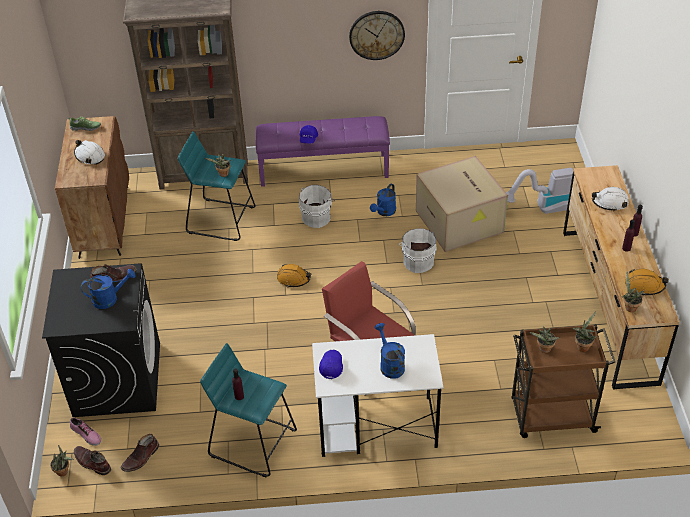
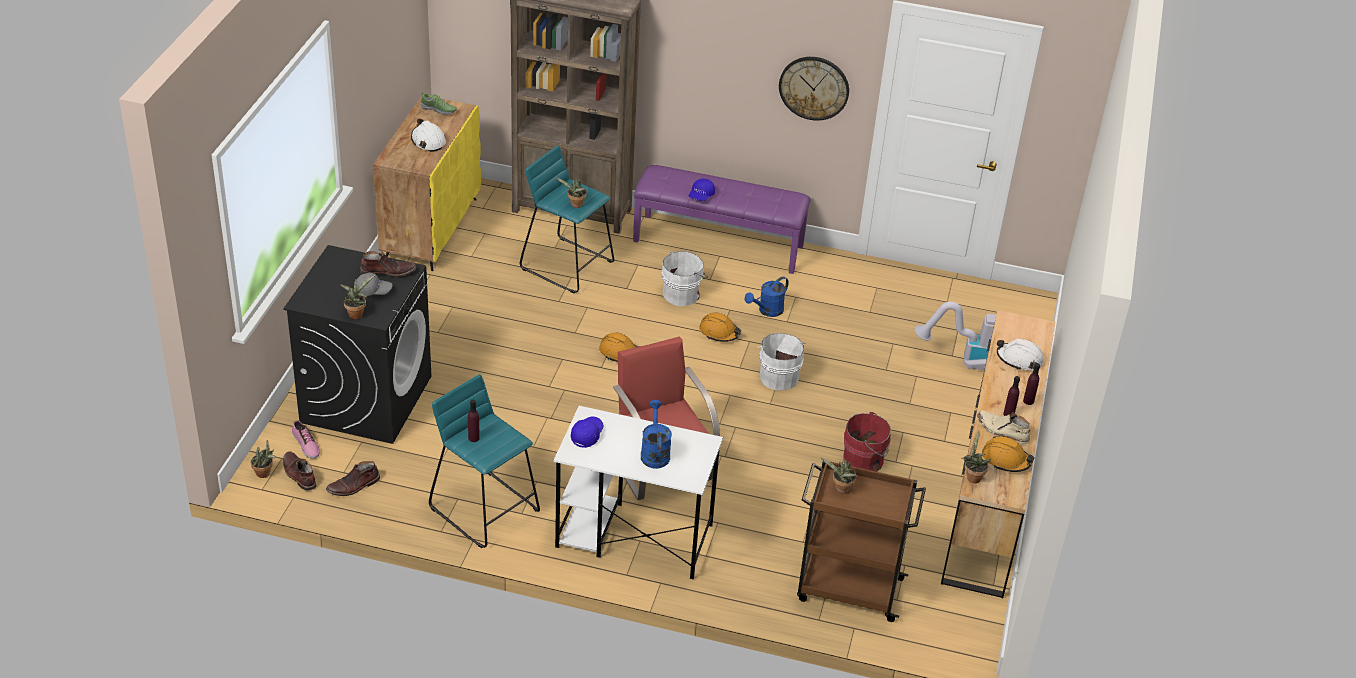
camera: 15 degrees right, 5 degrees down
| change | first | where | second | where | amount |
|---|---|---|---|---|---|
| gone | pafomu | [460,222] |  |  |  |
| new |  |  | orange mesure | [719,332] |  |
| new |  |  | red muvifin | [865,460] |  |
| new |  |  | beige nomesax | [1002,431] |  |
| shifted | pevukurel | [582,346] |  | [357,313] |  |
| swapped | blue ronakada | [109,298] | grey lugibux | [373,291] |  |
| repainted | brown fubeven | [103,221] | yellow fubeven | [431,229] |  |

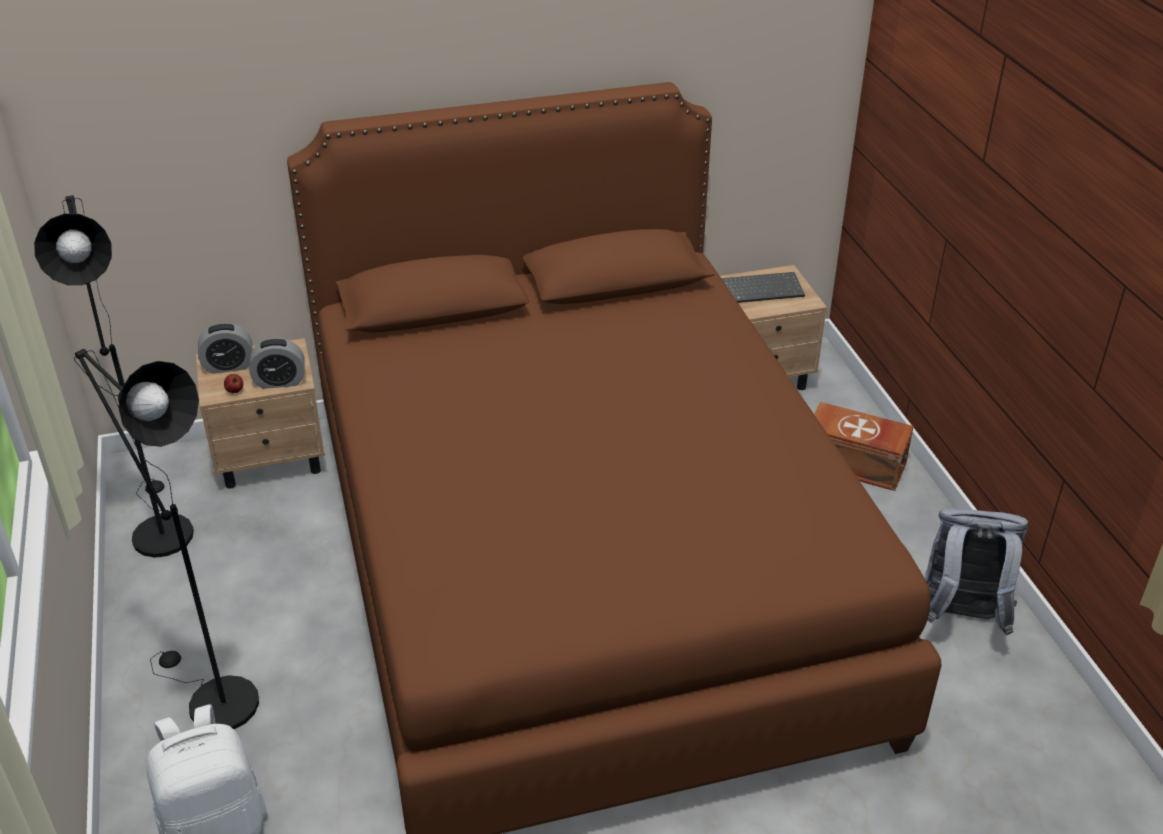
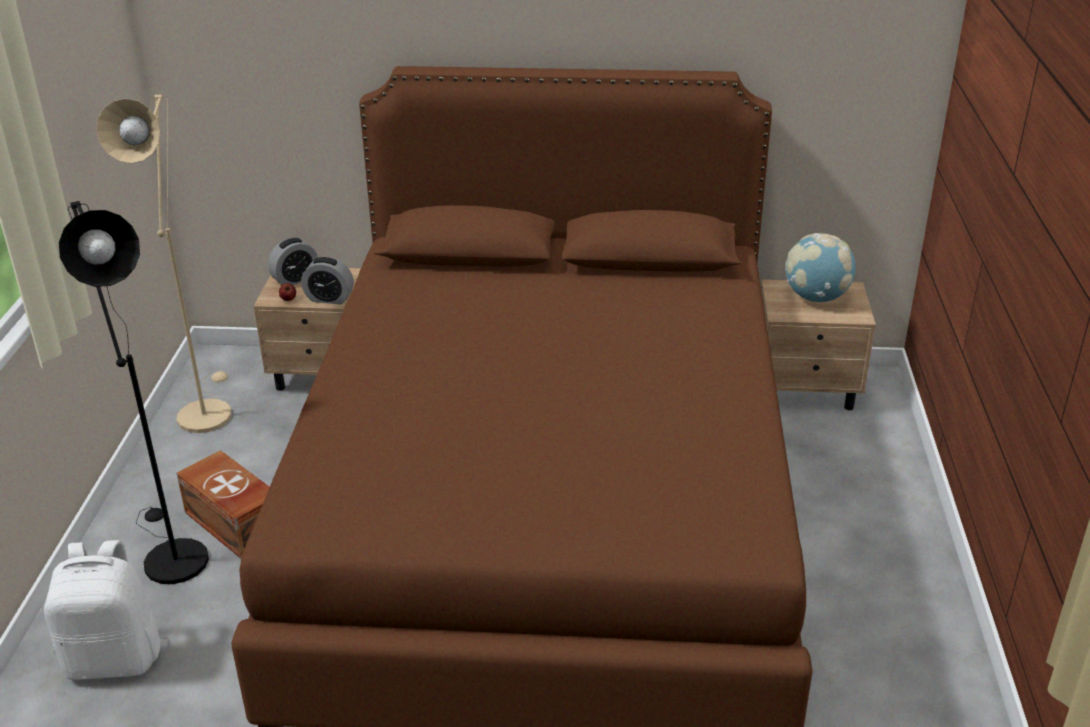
camera: 20 degrees right, 5 degrees down
| change | first | where | second | where | amount |
|---|---|---|---|---|---|
| gone | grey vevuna | [960,617] |  |  |  |
| shifted | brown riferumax | [855,465] |  | [234,525] |  |
| swapped | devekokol | [761,289] | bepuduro | [816,298] |  |
| repainted | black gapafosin | [159,529] | beige gapafosin | [204,410] |  |
| rotated | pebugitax | [228,366] |  | [295,279] | 45 degrees counterclockwise |

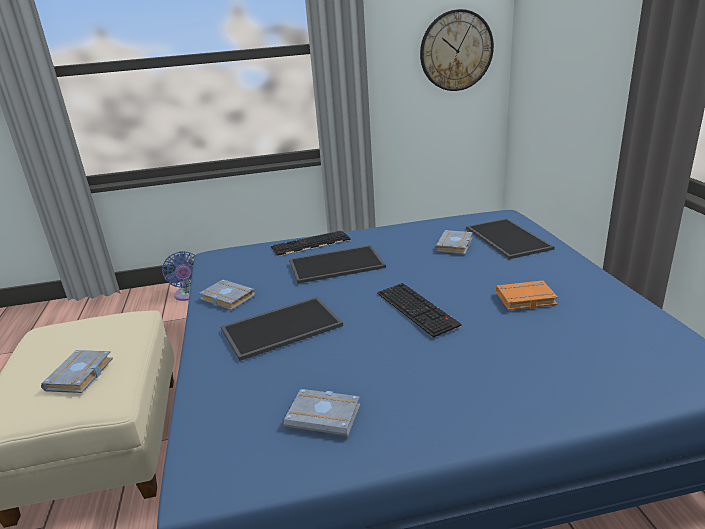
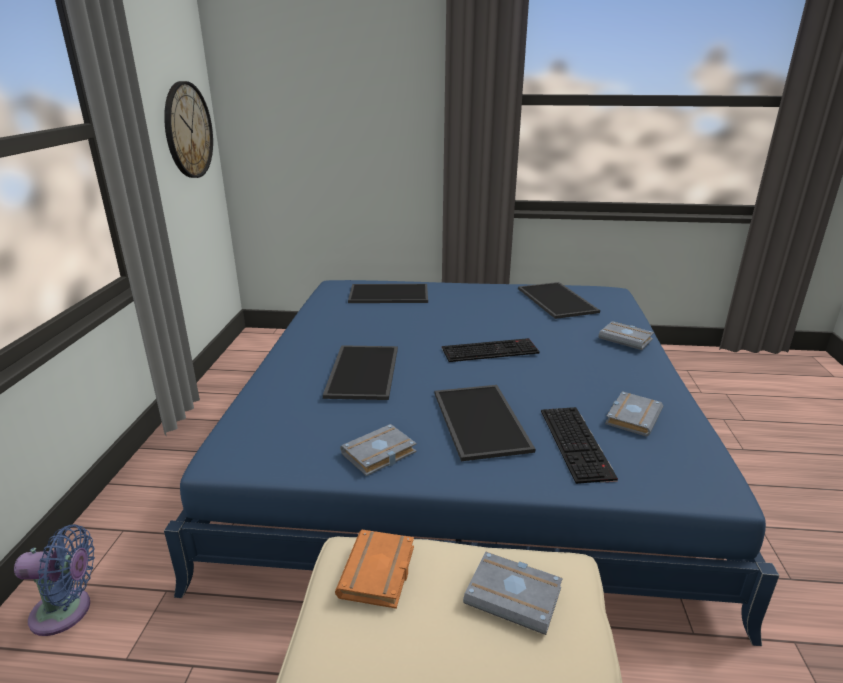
camera: 75 degrees left, 0 degrees up
| change | first | where | second | where | amount |
|---|---|---|---|---|---|
| new |  |  | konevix | [558,300] |  |
| shifted | devekokol | [310,244] |  | [578,444] |  |
| shifted | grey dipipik | [455,246] |  | [626,339] |  |
| shifted | orange dipipik | [525,300] |  | [379,574] |  |

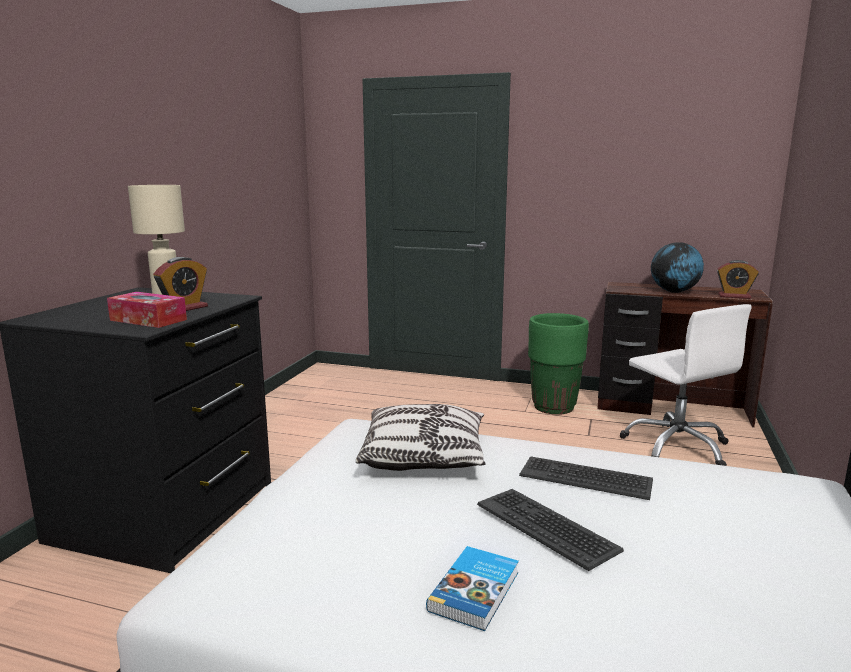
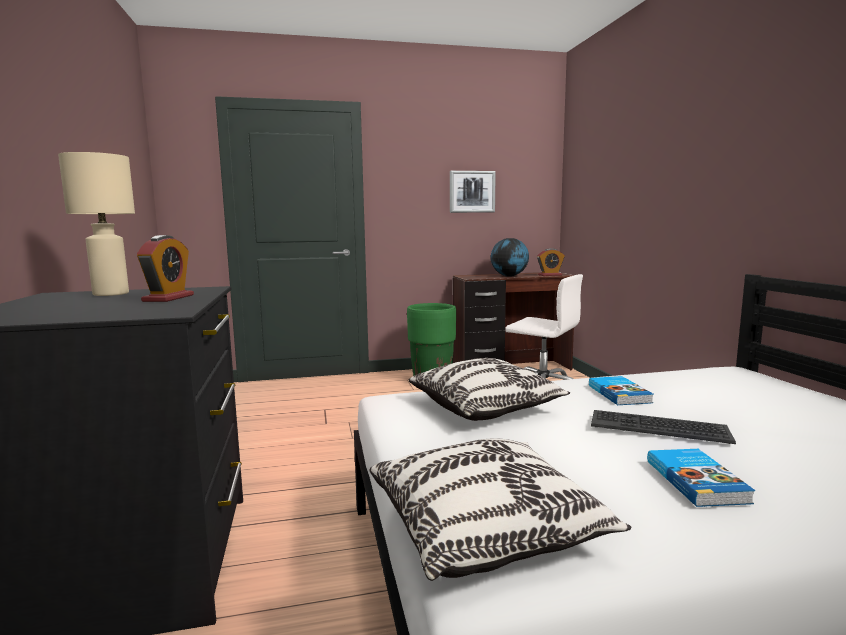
camera: 30 degrees left, 5 degrees down
| change | first | where | second | where | amount |
|---|---|---|---|---|---|
| gone | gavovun | [148,320] |  |  |  |
| new |  |  | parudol | [486,529] |  |
| new |  |  | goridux | [472,192] |  |
| swapped | devekokol | [585,478] | dipipik | [620,394] |  |

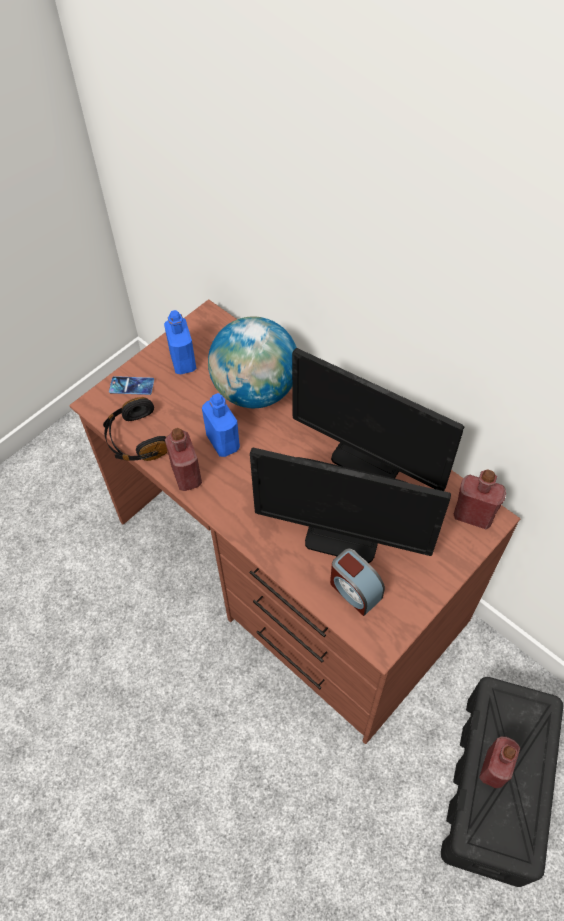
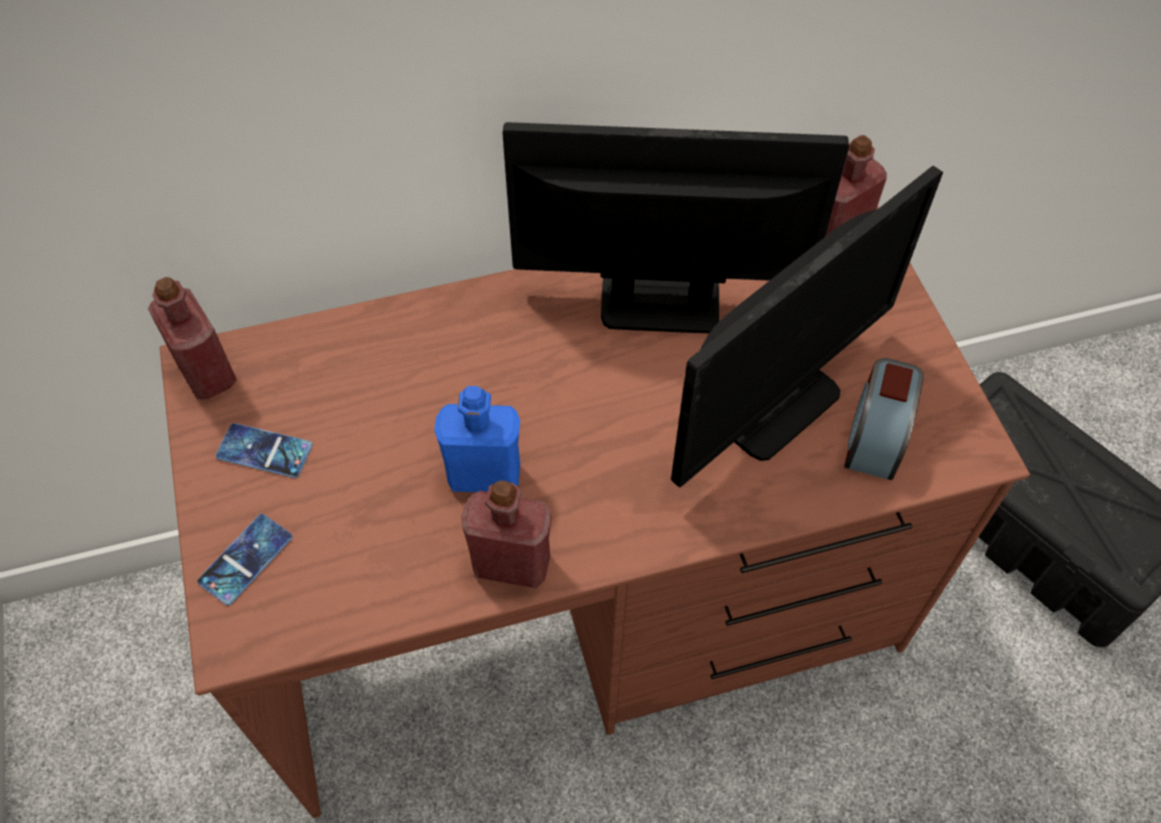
camera: 60 degrees left, 0 degrees up
| change | first | where | second | where | amount |
|---|---|---|---|---|---|
| gone | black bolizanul | [136,440] |  |  |  |
| gone | bepuduro | [255,390] |  |  |  |
| shifted | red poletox | [493,768] |  | [207,373] |  |
| swapped | blue poletox | [183,362] | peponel | [264,451] |  |
| rotated | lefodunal | [368,459] |  | [659,301] | 150 degrees counterclockwise |
| rotated | pebugitax | [354,590] |  | [875,437] | 120 degrees clockwise |

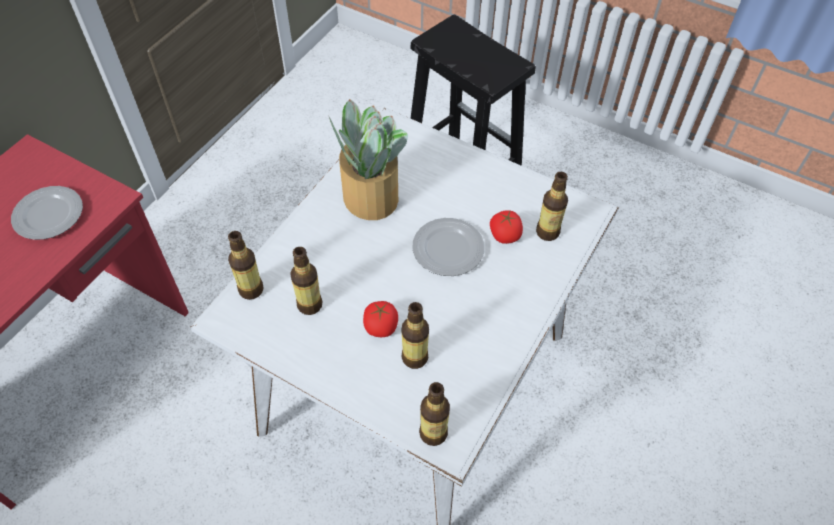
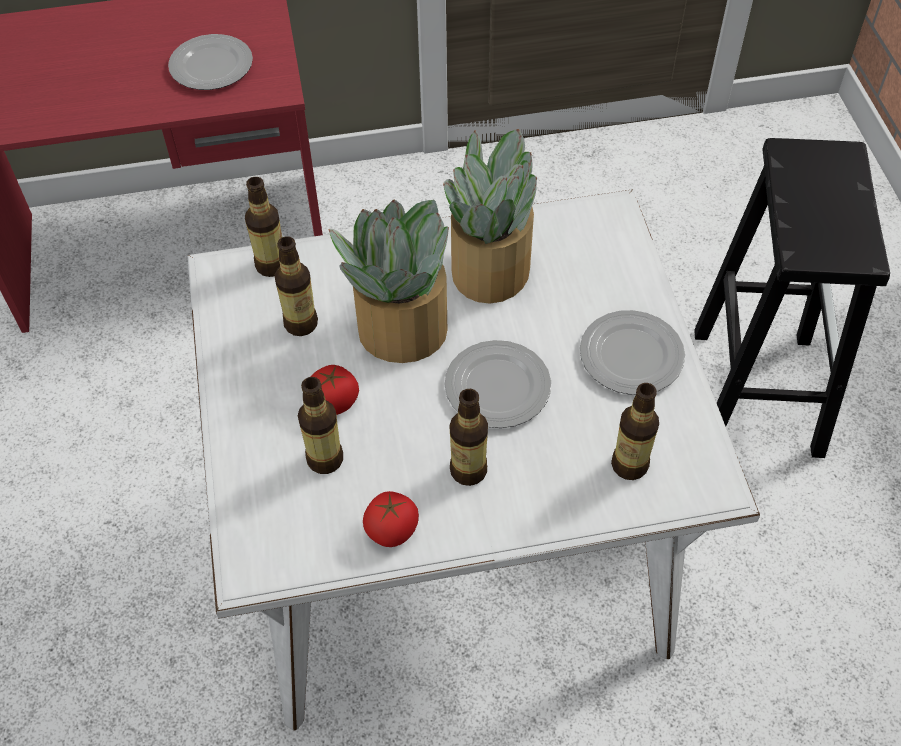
camera: 50 degrees right, 0 degrees up
| change | first | where | second | where | amount |
|---|---|---|---|---|---|
| new |  |  | pevukurel | [400,329] |  |
| new |  |  | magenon | [630,355] |  |
| shifted | poletox | [433,433] |  | [468,470] |  |
| shifted | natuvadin | [505,236] |  | [391,530] |  |

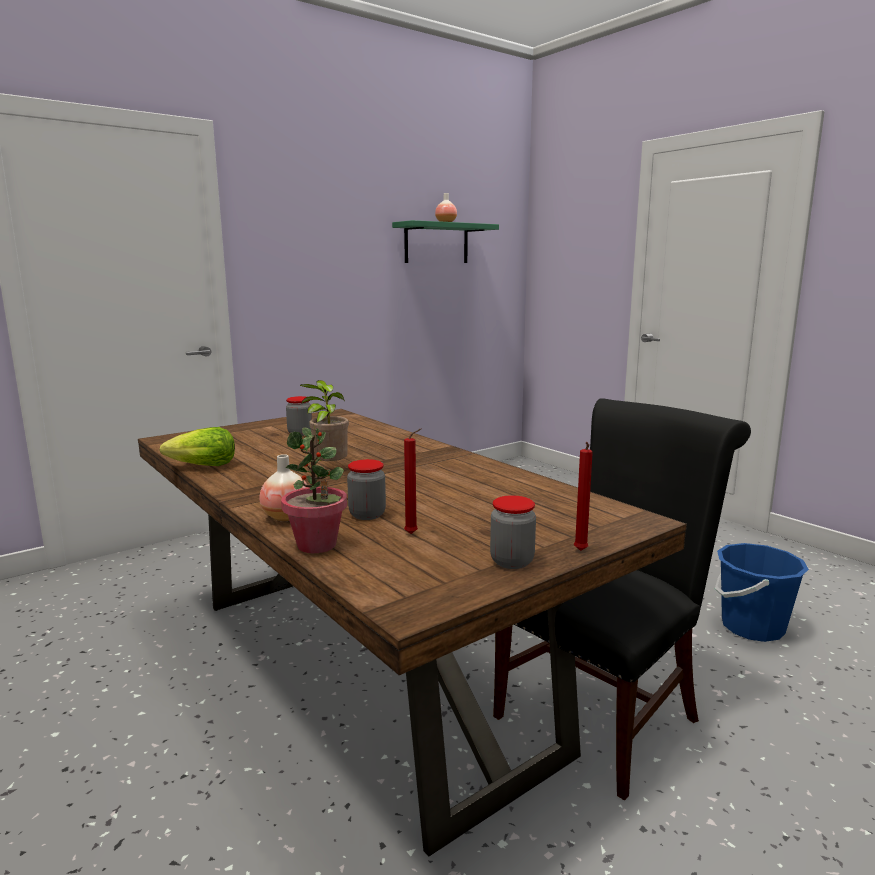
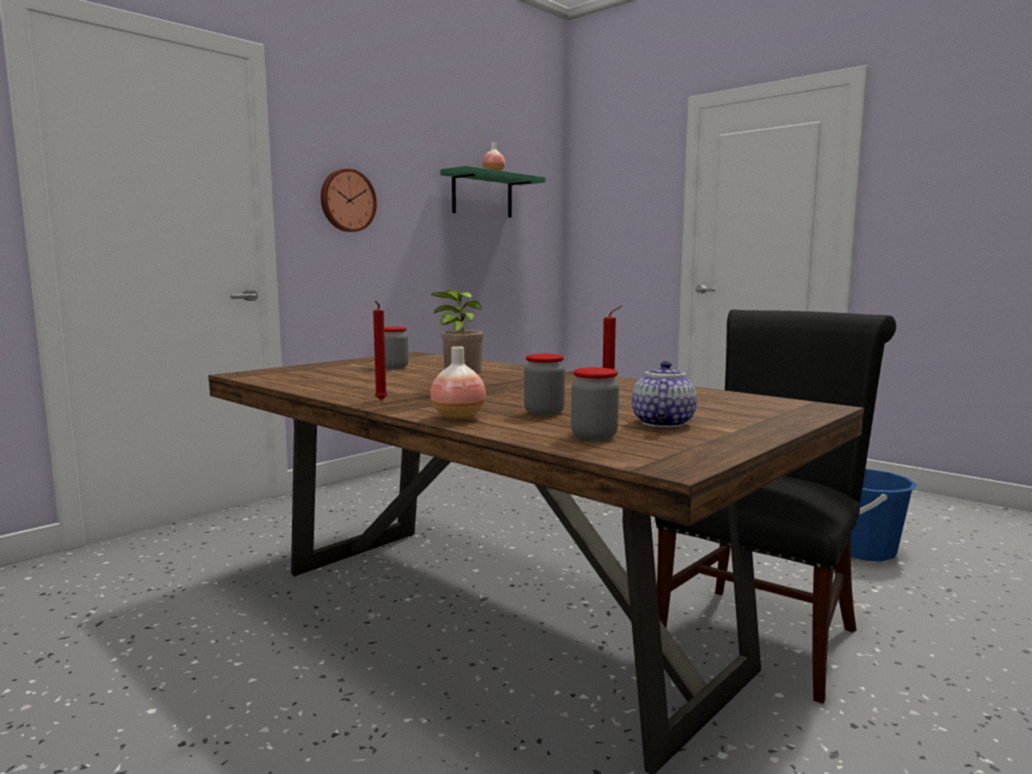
camera: 10 degrees left, 5 degrees down
| change | first | where | second | where | amount |
|---|---|---|---|---|---|
| gone | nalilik | [203,466] |  |  |  |
| gone | pevukurel | [317,545] |  |  |  |
| new |  |  | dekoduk | [347,200] |  |
| new |  |  | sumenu | [661,423] |  |
| shifted | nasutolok | [512,561] |  | [594,436] |  |
| shifted | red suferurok | [580,551] |  | [380,400] |  |

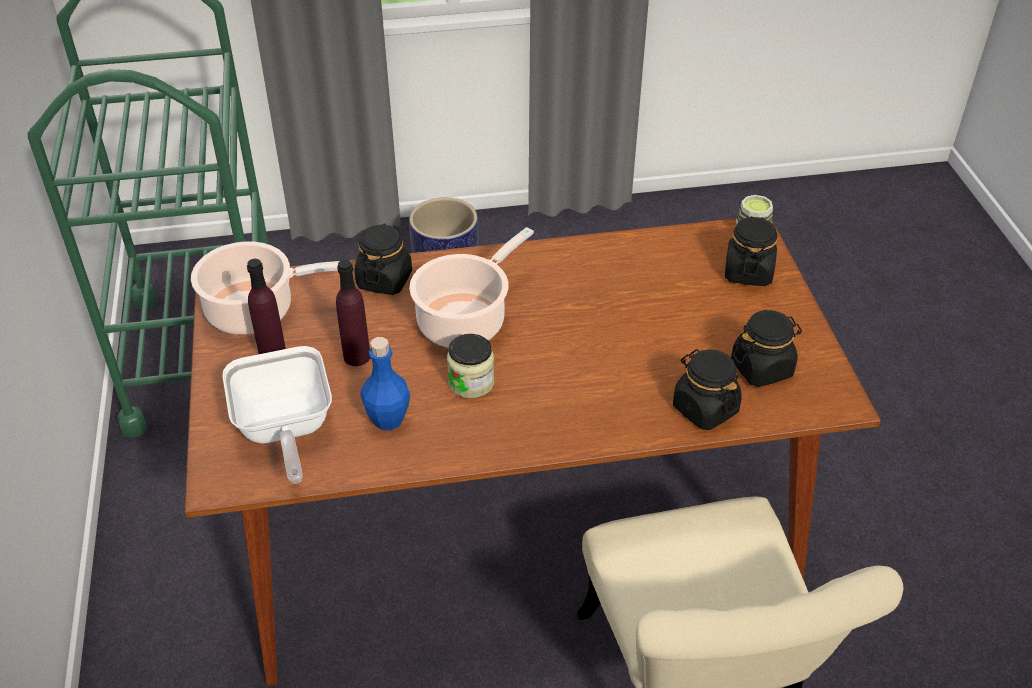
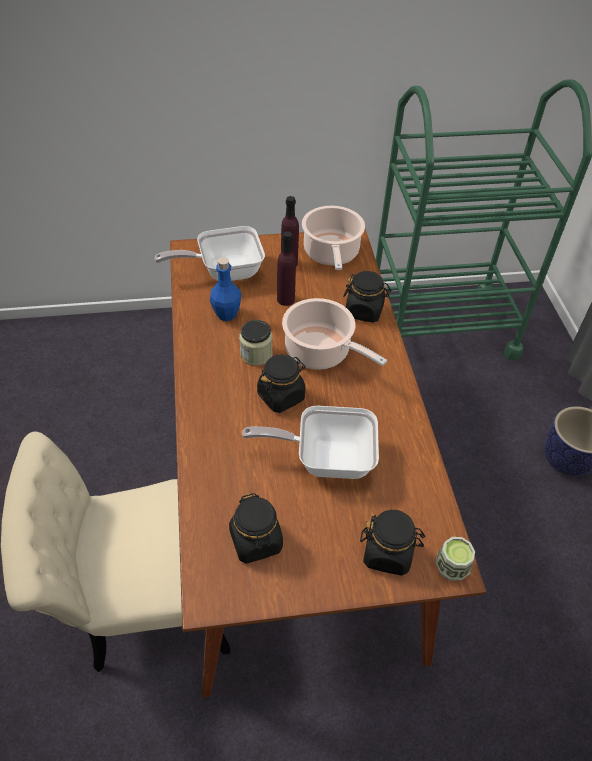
camera: 90 degrees right, 5 degrees up
| change | first | where | second | where | amount |
|---|---|---|---|---|---|
| new |  |  | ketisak | [325,458] |  |
| shifted | black nasutolok | [704,409] |  | [281,396] |  |

